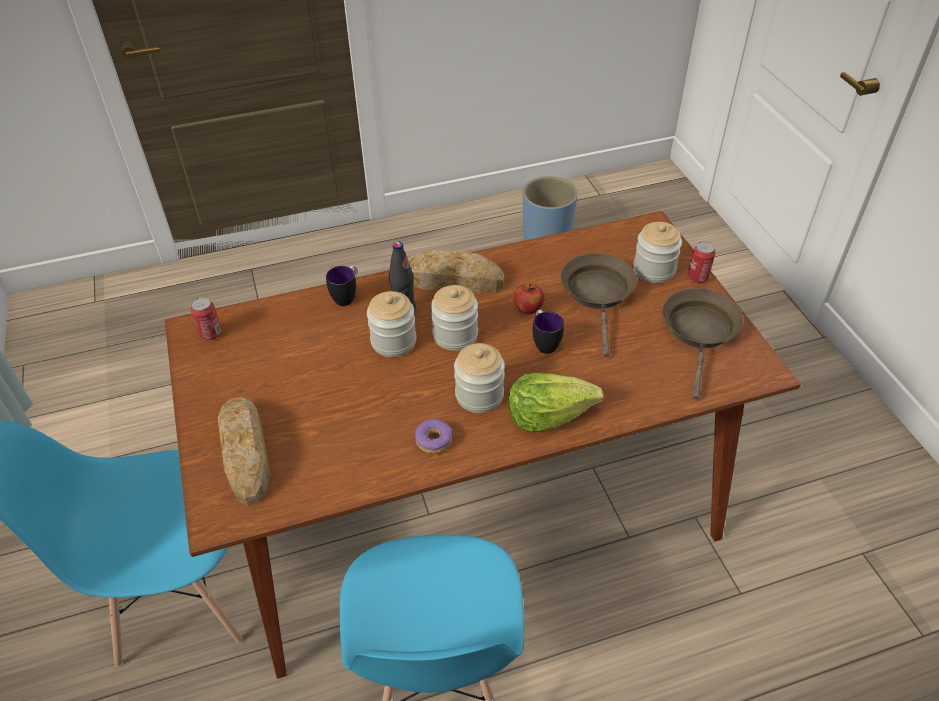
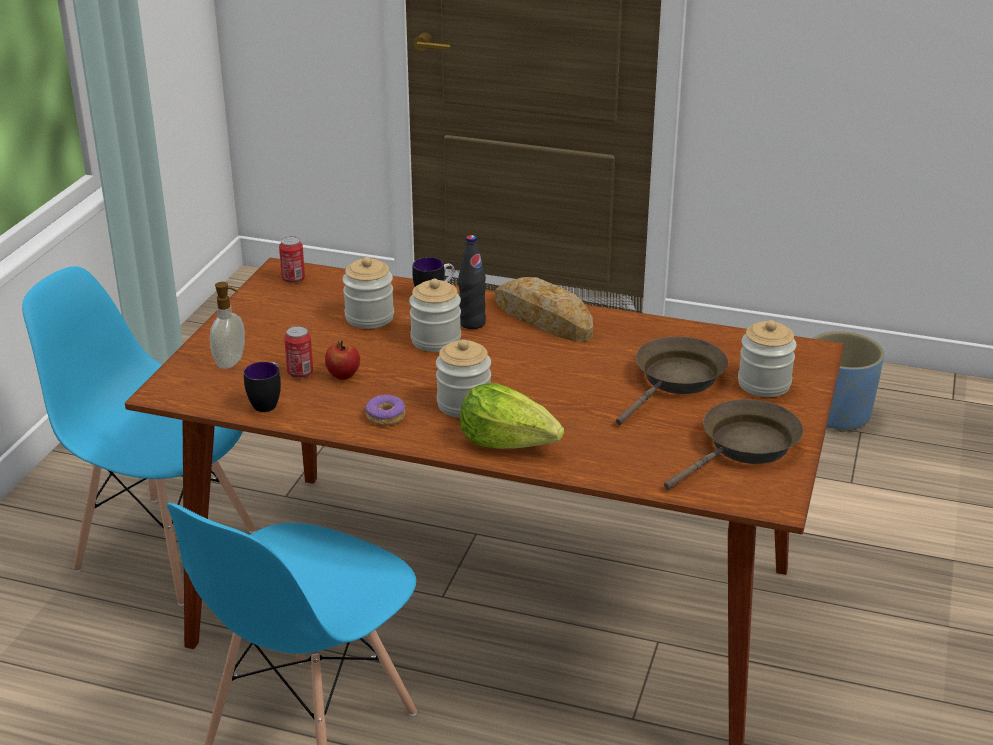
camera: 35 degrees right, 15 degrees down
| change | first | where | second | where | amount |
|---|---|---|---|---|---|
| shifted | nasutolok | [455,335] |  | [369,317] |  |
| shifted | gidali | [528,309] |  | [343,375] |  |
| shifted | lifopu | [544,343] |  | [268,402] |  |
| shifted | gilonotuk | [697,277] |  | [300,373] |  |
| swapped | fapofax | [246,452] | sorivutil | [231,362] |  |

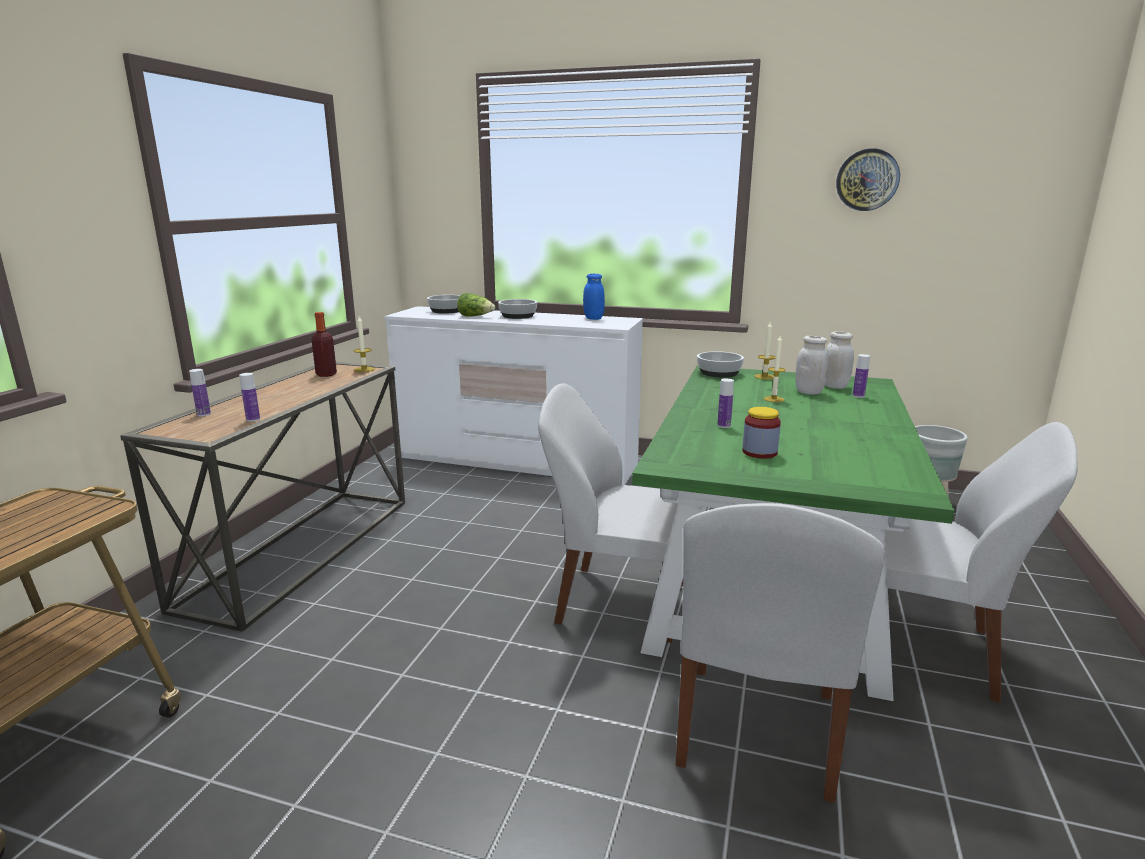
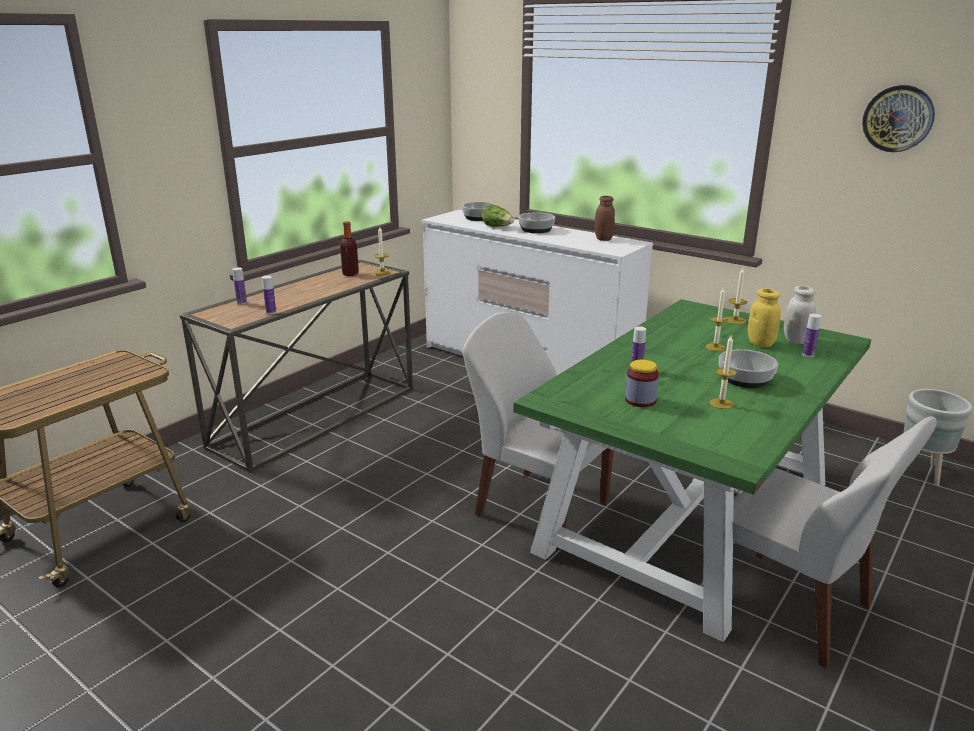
camera: 20 degrees right, 5 degrees up
| change | first | where | second | where | amount |
|---|---|---|---|---|---|
| gone | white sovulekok | [756,733] |  |  |  |
| new |  |  | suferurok | [721,403] |  |
| shifted | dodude | [719,373] |  | [745,379] |  |
| repainted | blue nasutolok | [593,318] | brown nasutolok | [603,239] |  |
| repainted | white nasutolok | [809,392] | yellow nasutolok | [760,343] |  |

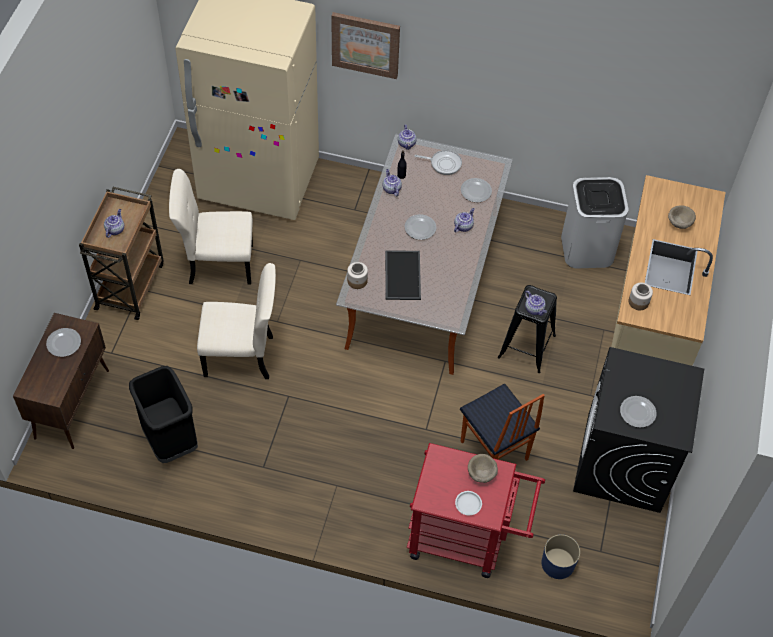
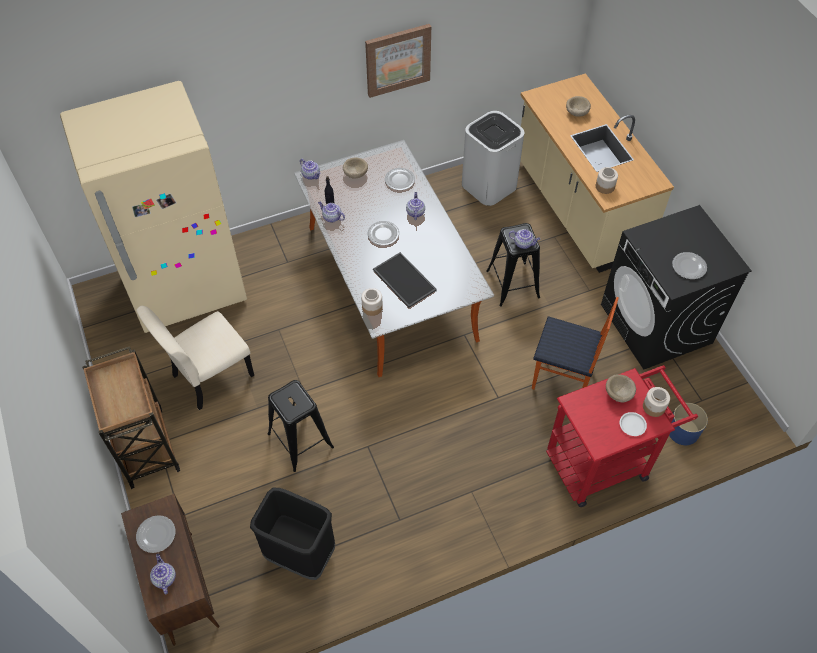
camera: 35 degrees left, 0 degrees up
| change | first | where | second | where | amount |
|---|---|---|---|---|---|
| new |  |  | nasutolok | [654,407] |  |
| shifted | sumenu | [115,229] |  | [164,578] |  |
| shifted | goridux | [365,44] |  | [397,59] |  |
| swapped | beige sovulekok | [242,356] | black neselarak | [300,440] |  |
| swapped | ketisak | [443,164] | beige dodude | [355,174] |  |

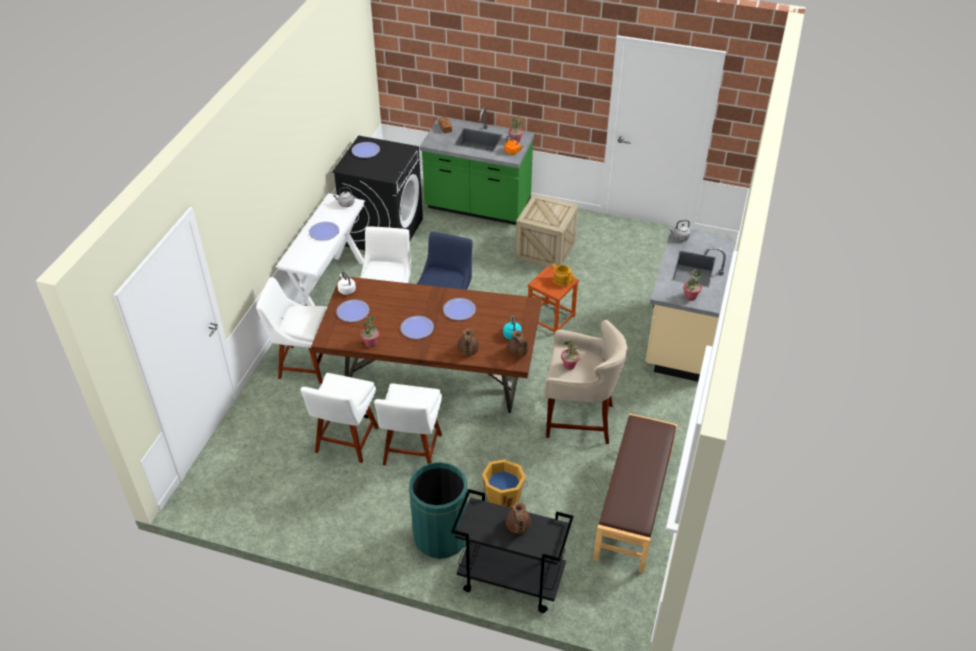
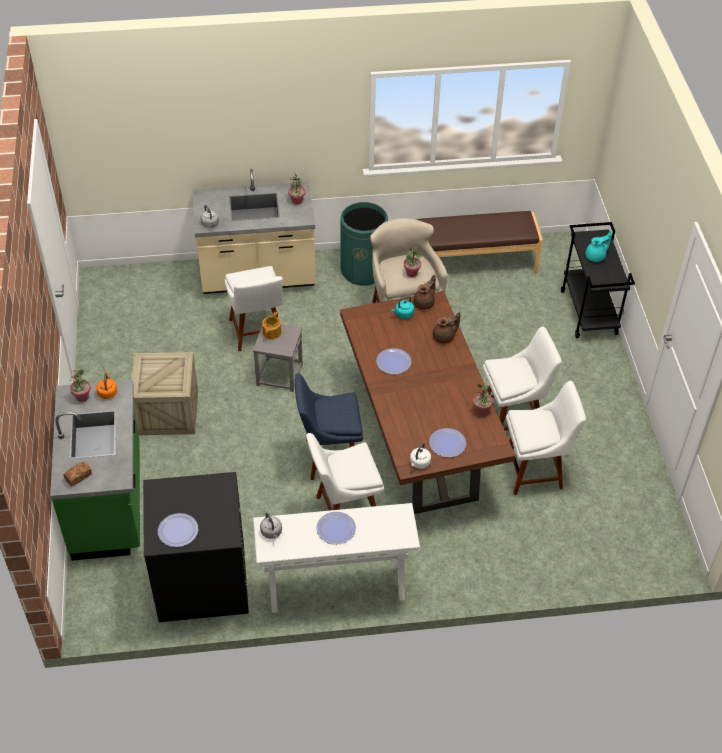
camera: 115 degrees left, 5 degrees up
| change | first | where | second | where | amount |
|---|---|---|---|---|---|
| gone | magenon | [417,328] |  |  |  |
| gone | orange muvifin | [503,496] |  |  |  |
| shifted | white sovulekok | [303,364] |  | [257,333] |  |
| shifted | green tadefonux | [441,537] |  | [363,270] |  |
| repainted | brown sumenu | [517,526] | turquoise sumenu | [596,256] |  |
| repainted | brown neselarak | [551,318] | grey neselarak | [279,374] |  |

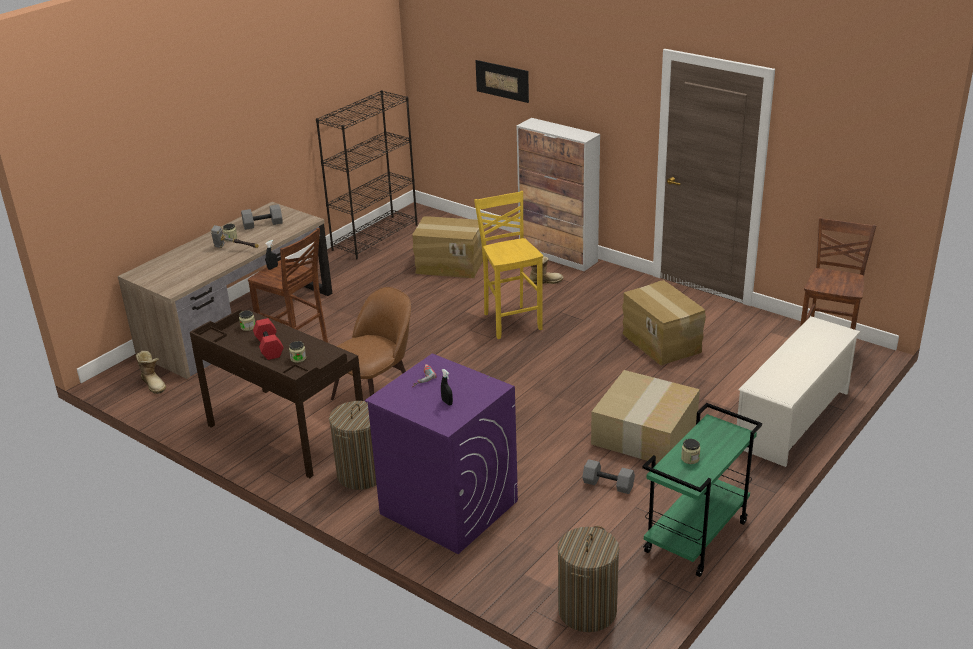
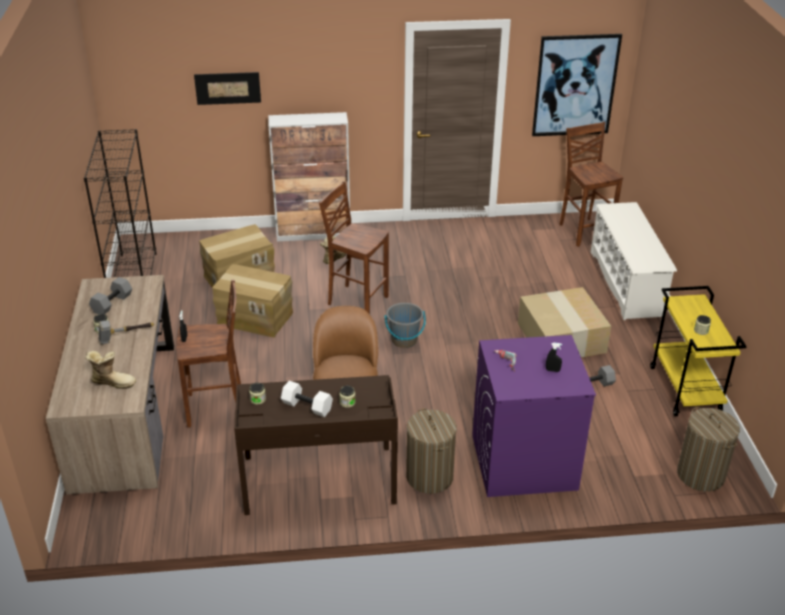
camera: 45 degrees left, 5 degrees up
| change | first | where | second | where | amount |
|---|---|---|---|---|---|
| new |  |  | grey muvifin | [404,340] |  |
| new |  |  | goridux | [575,85] |  |
| shifted | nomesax | [154,384] |  | [113,381] |  |
| shifted | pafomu | [662,342] |  | [255,317] |  |
| repainted | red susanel | [270,347] | white susanel | [308,406] |  |
| repainted | yellow neselarak | [511,321] | brown neselarak | [356,300] |  |
| repainted | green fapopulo | [696,538] | yellow fapopulo | [686,390] |  |

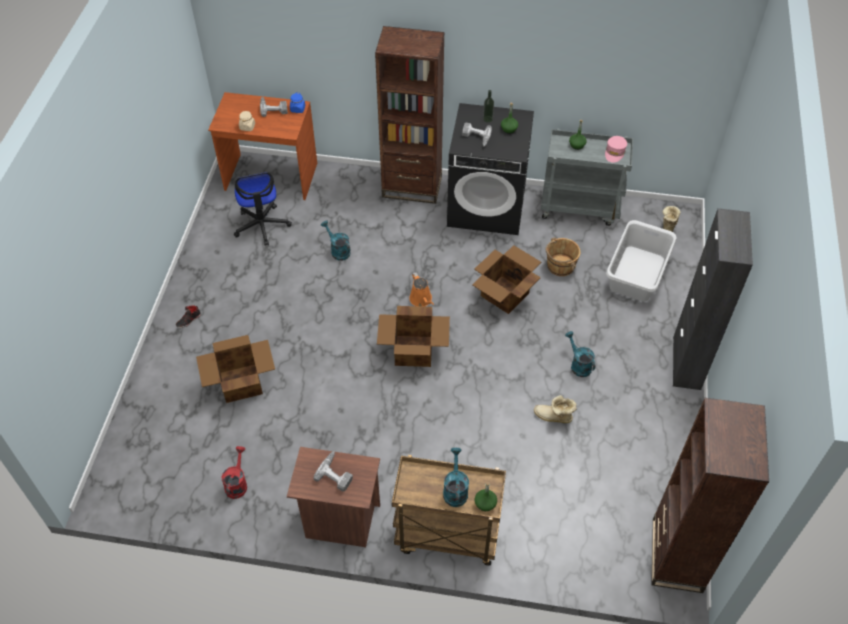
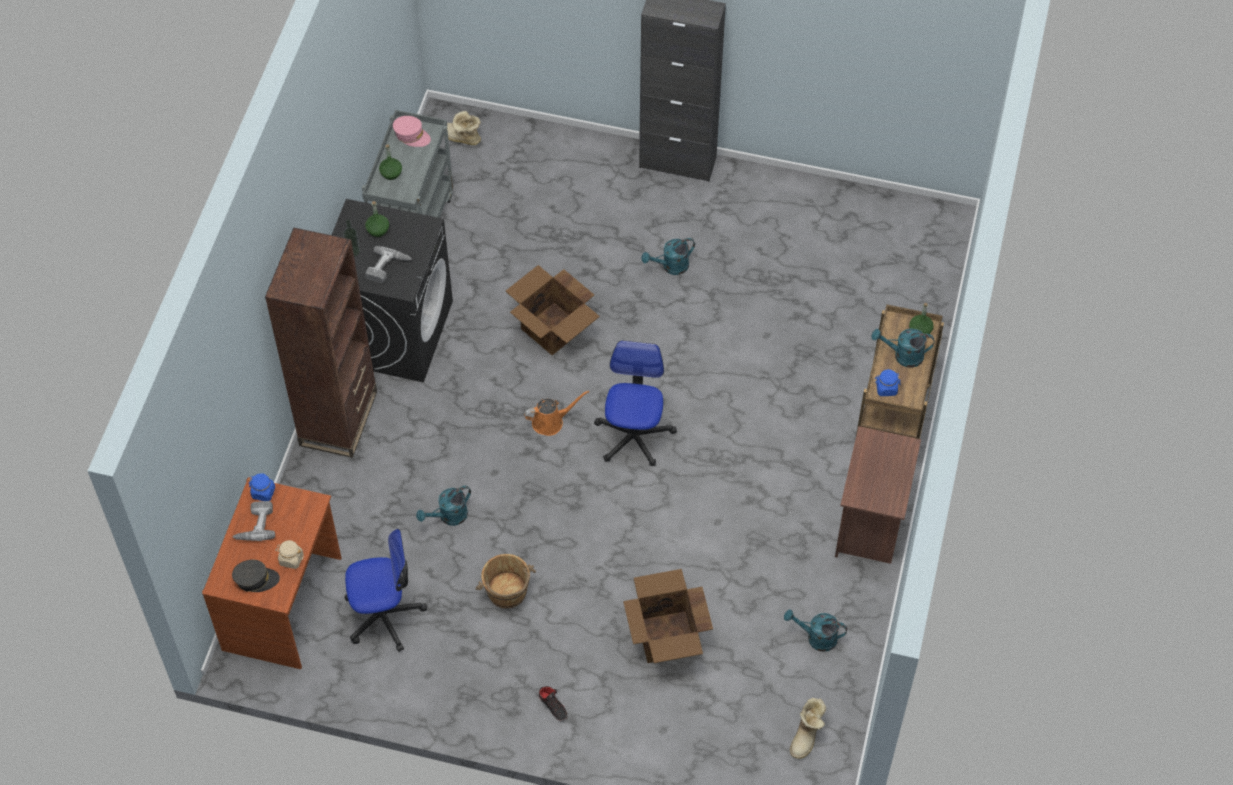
camera: 85 degrees left, 5 degrees up
| change | first | where | second | where | amount |
|---|---|---|---|---|---|
| gone | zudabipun | [336,473] |  |  |  |
| gone | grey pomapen | [637,273] |  |  |  |
| gone | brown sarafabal | [676,555] |  |  |  |
| new |  |  | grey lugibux | [256,579] |  |
| new |  |  | blue nasutolok | [886,388] |  |
| shifted | nomesax | [553,417] |  | [807,736] |  |
| shifted | brown muvifin | [560,266] |  | [507,592] |  |
| swapped | pafomu | [414,351] | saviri | [634,436] |  |
| repainted | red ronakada | [237,483] | turquoise ronakada | [816,637] |  |

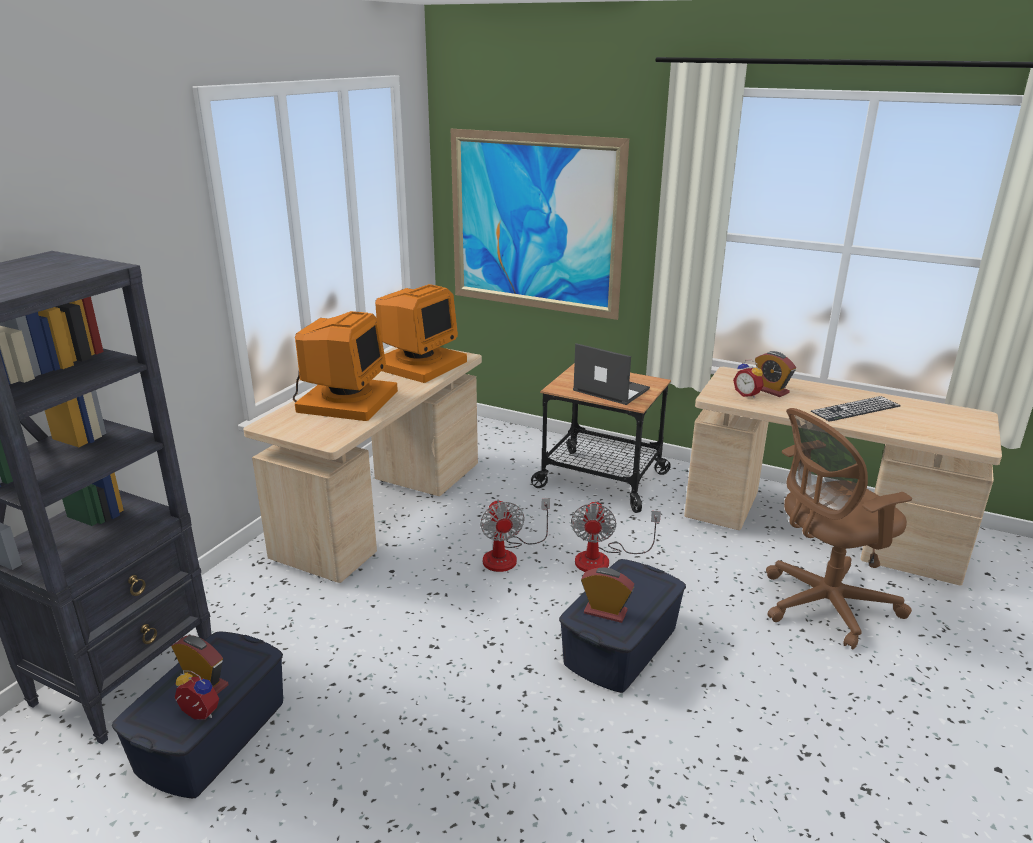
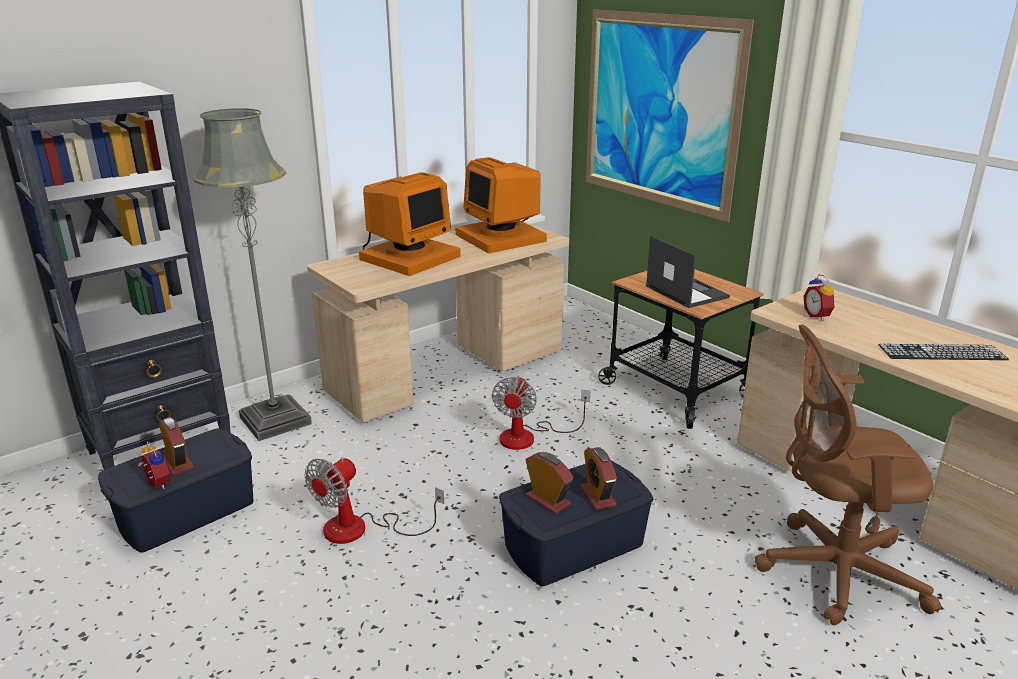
camera: 25 degrees right, 0 degrees up
| change | first | where | second | where | amount |
|---|---|---|---|---|---|
| new |  |  | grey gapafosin | [275,420] |  |
| shifted | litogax | [603,559] |  | [361,529] |  |
| shifted | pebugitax | [771,390] |  | [598,496] |  |
| rotated | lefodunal | [418,364] |  | [502,237] | 90 degrees clockwise |

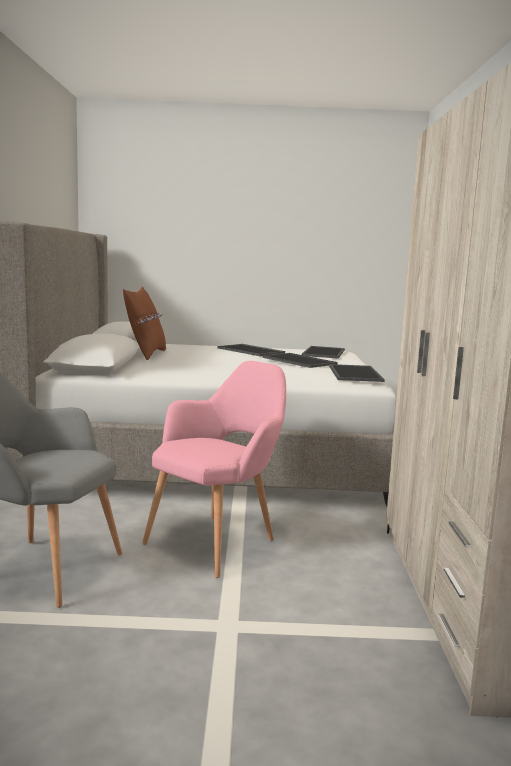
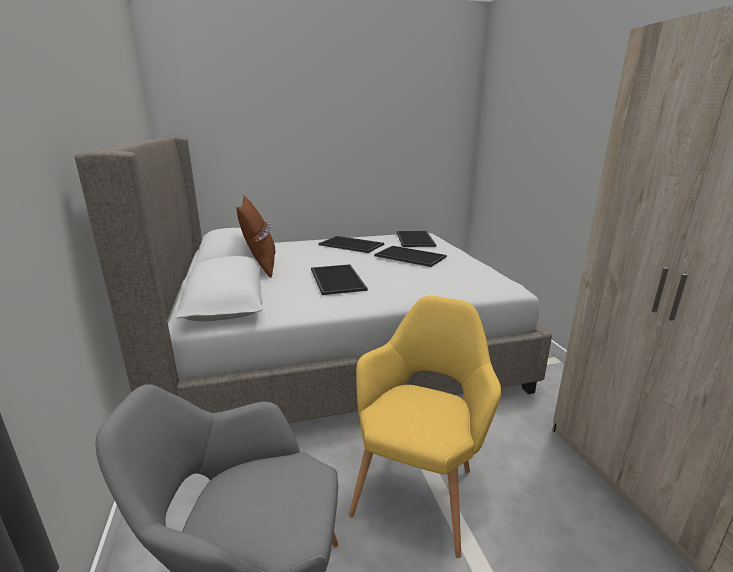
camera: 15 degrees left, 10 degrees up
| change | first | where | second | where | amount |
|---|---|---|---|---|---|
| shifted | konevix | [353,373] |  | [336,279] |  |
| repainted | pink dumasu | [218,541] | yellow dumasu | [420,487] |  |

